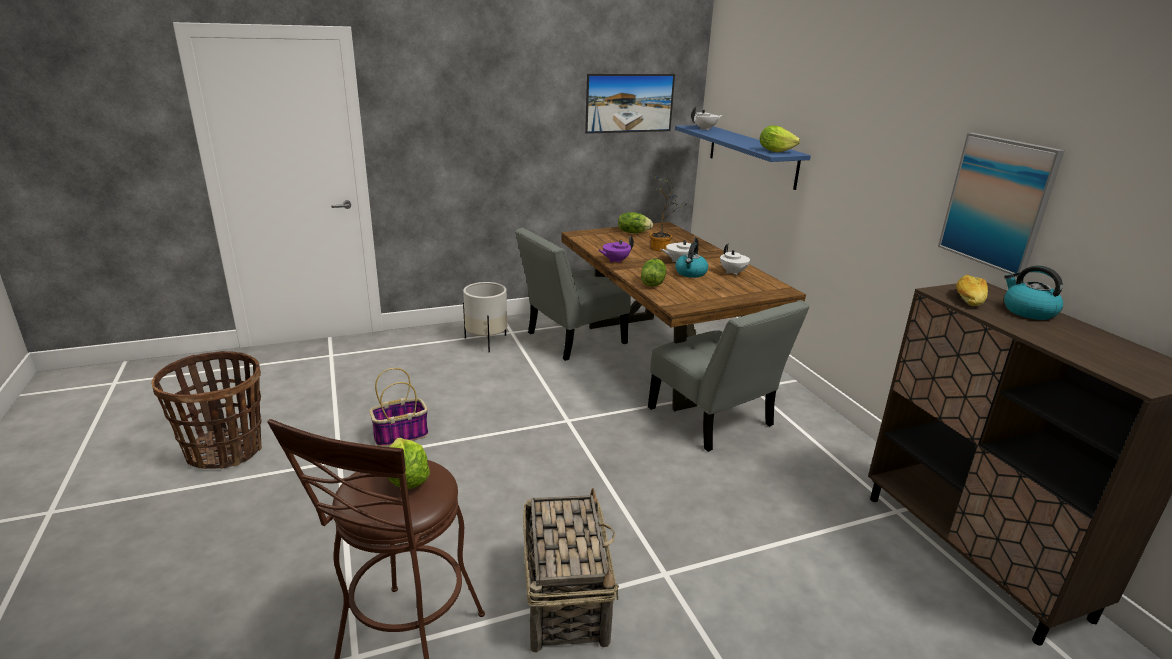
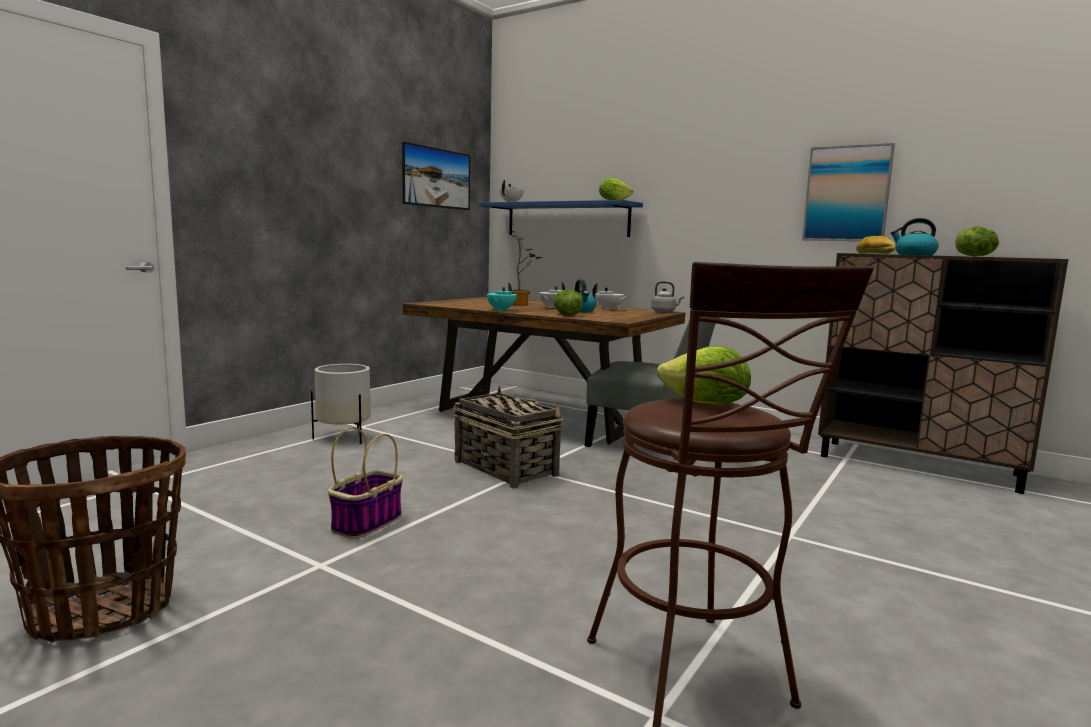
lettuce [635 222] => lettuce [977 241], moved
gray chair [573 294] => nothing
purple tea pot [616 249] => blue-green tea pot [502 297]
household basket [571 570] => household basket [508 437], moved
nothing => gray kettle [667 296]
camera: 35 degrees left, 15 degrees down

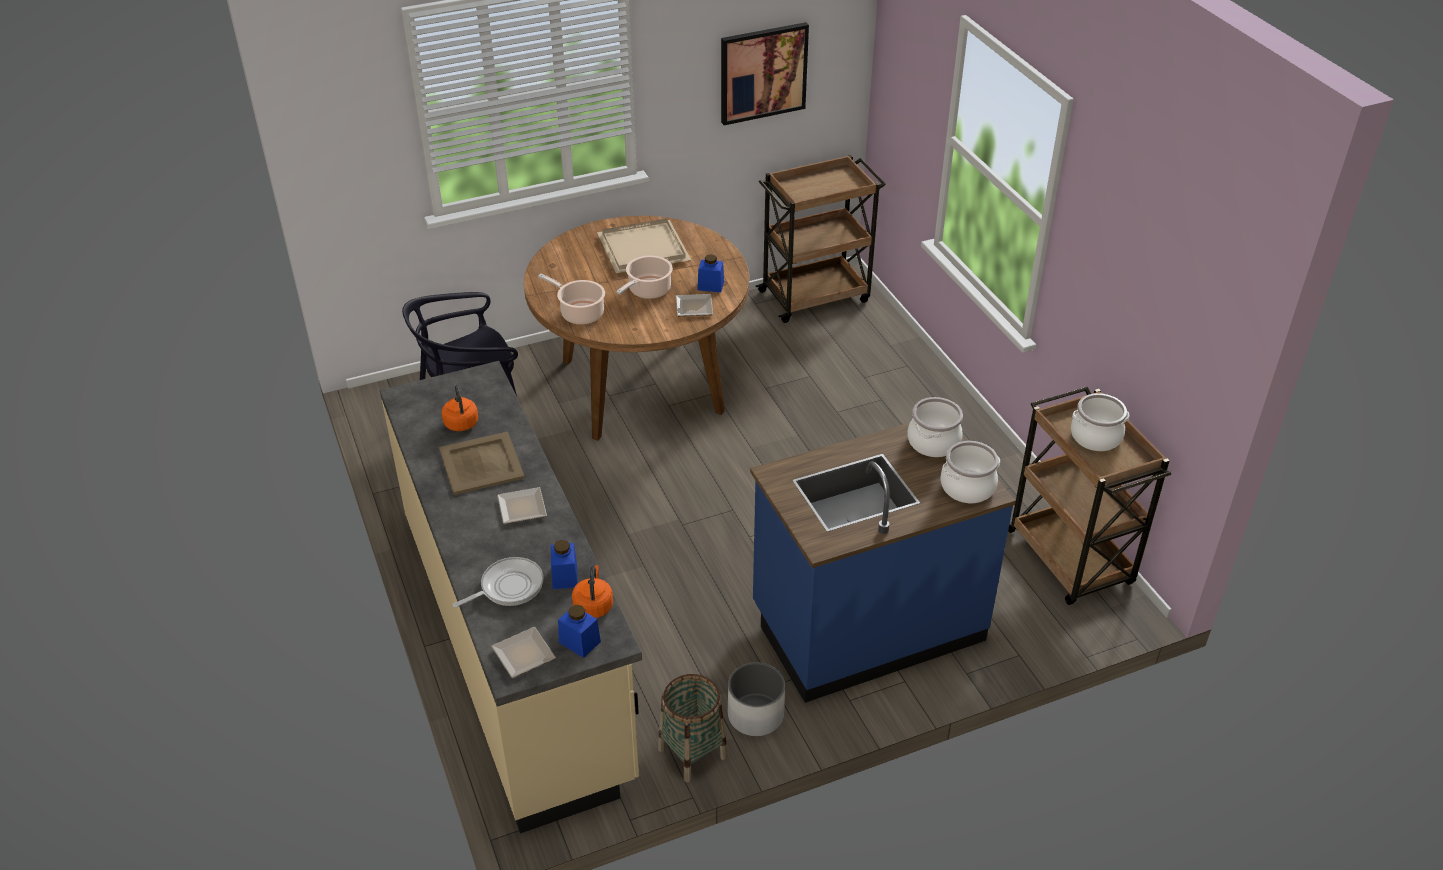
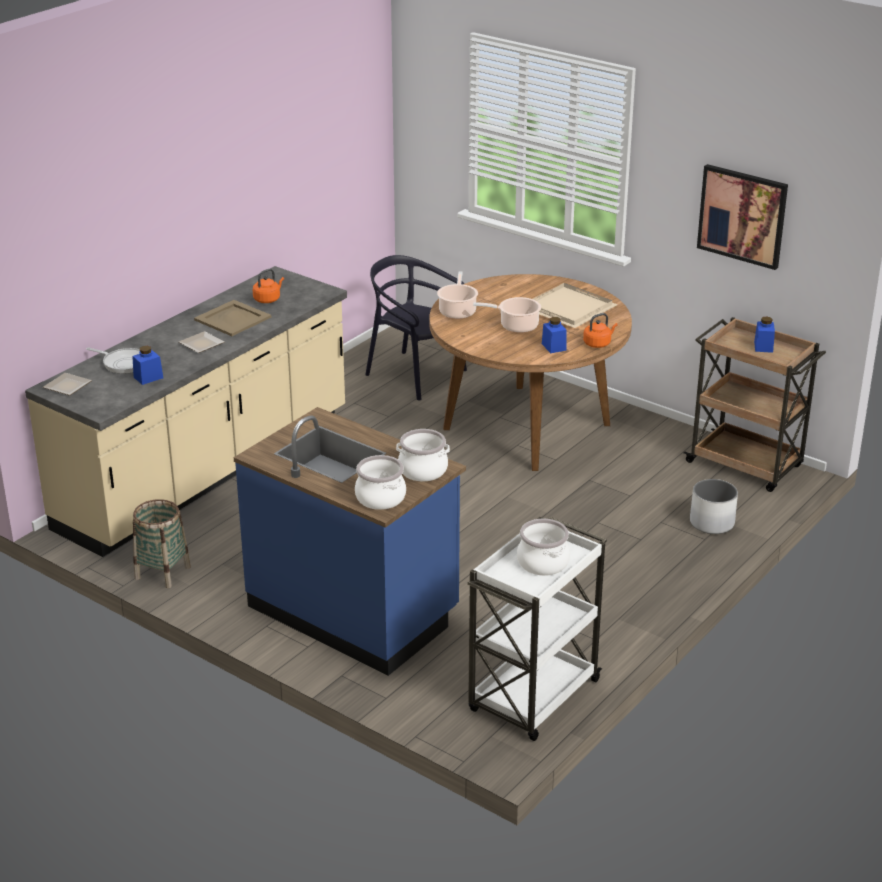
flat dish [694 305] => nothing
brownish cart [1089 496] => white-coloured cart [537 629]
orange-coloured kettle [592 591] => orange-coloured kettle [600 330], moved
bluish preserve jar [579 631] => bluish preserve jar [764 334], moved
white-coloured flower pot [756 699] => white-coloured flower pot [714 506], moved
camera: 60 degrees right, 10 degrees down

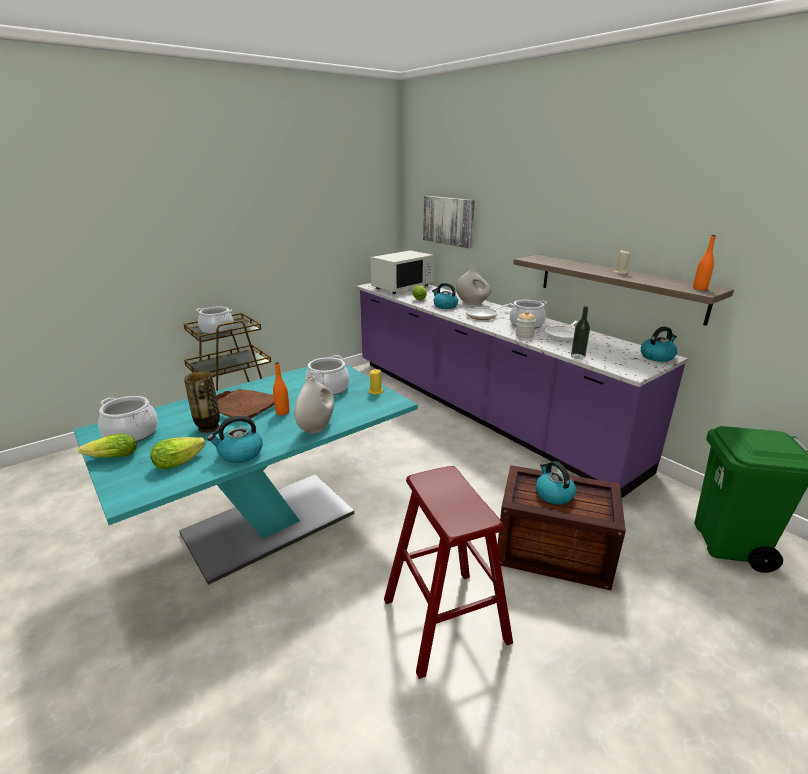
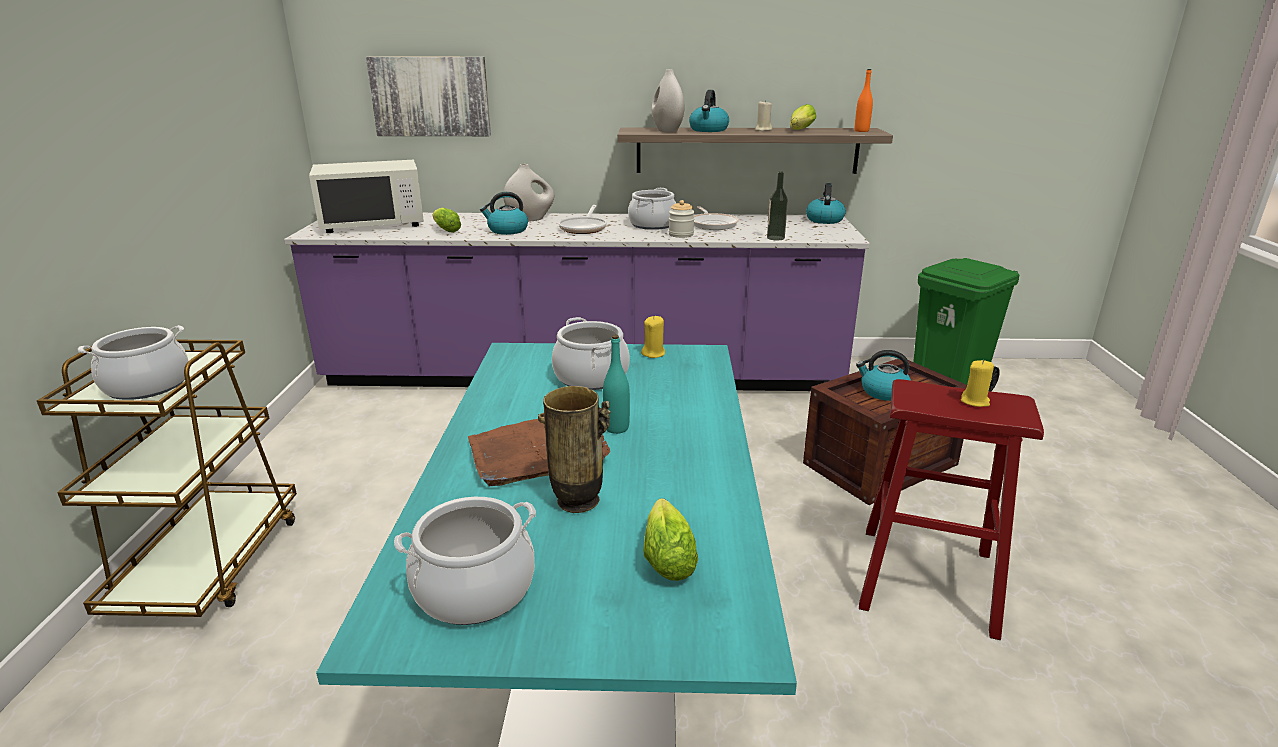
white-coloured kitchen microwave [402 272] => white-coloured kitchen microwave [366 196], 75 degrees clockwise
orange-coloured beverage bottle [281 388] => blue-green beverage bottle [616 384]
white-coloured decorative vase [314 405] => white-coloured decorative vase [668 100], moved
kettle [235 439] => kettle [709 111], moved
lettuce [107 445] => lettuce [803 117], moved
nothing => yellow-coloured candle [977 383]
camera: 50 degrees left, 0 degrees up

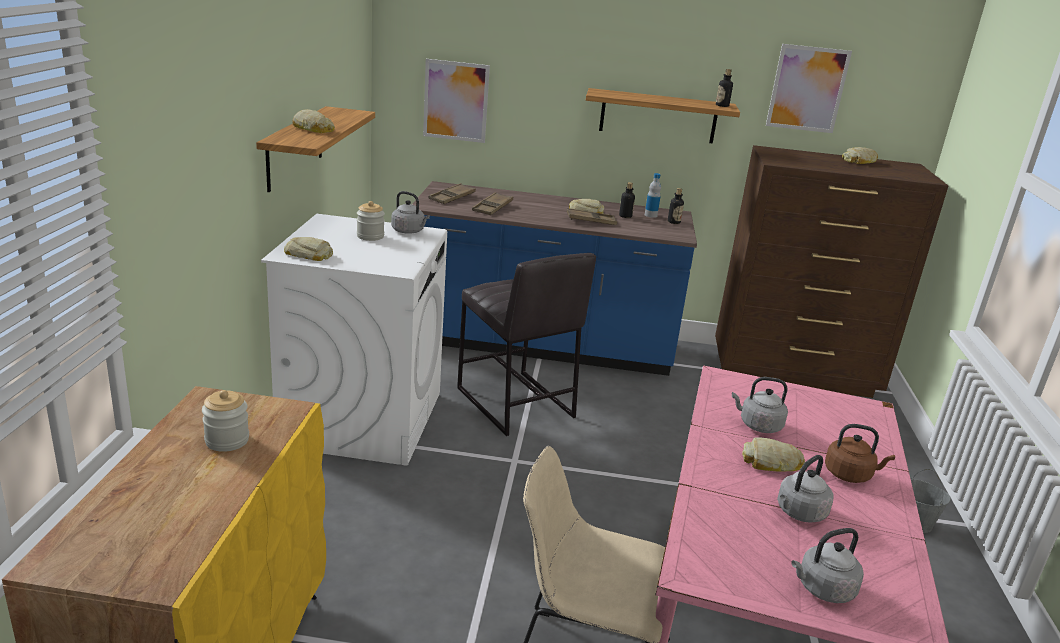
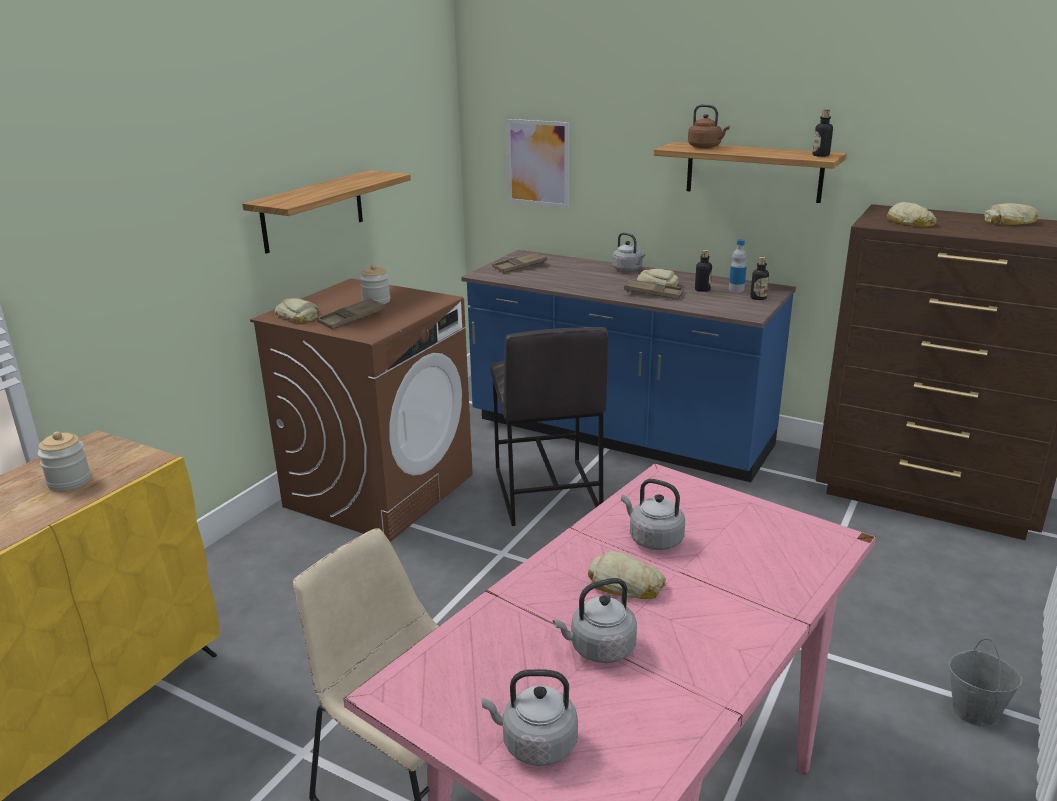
picture [809 88] => nothing
baked bread [313 121] => baked bread [912 214], moved
gray kettle [410 212] => gray kettle [628 252], moved
brownish serving tray [492 203] => brownish serving tray [351 313], moved
white-coloured laundry appliance [354 340] => brownish laundry appliance [361 410]
brownish kettle [860 453] => brownish kettle [709 126], moved
camera: 25 degrees right, 0 degrees up

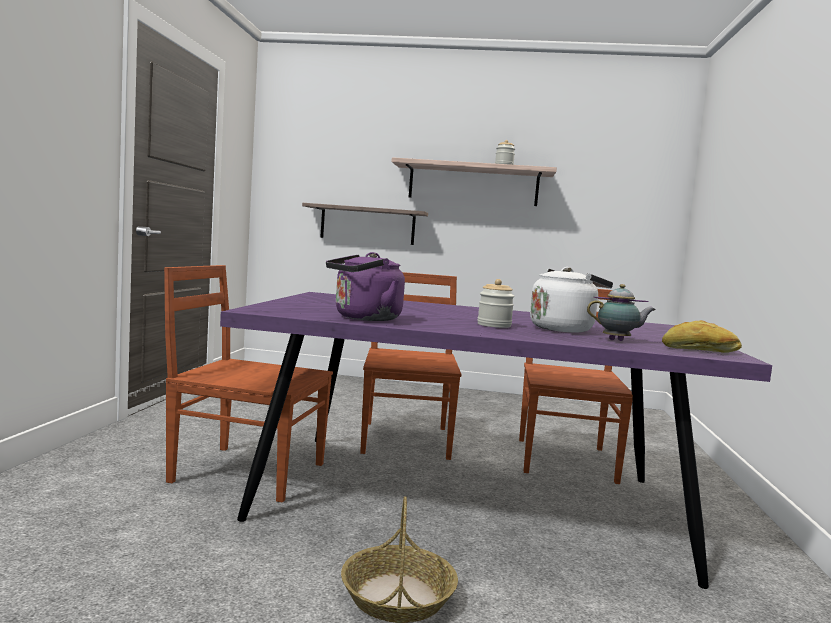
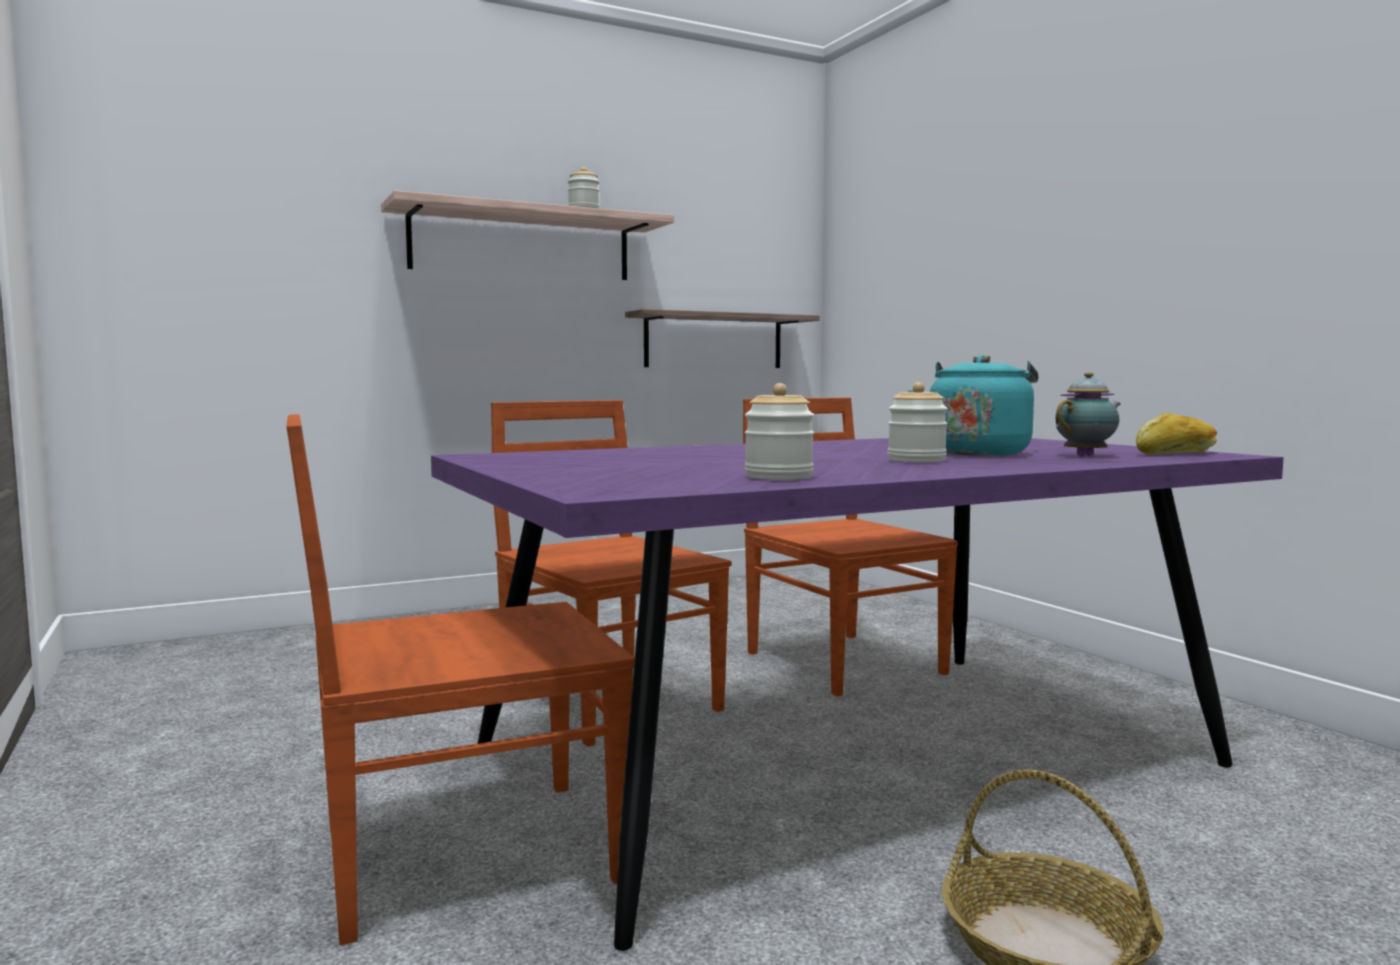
shelf [365 224] => shelf [722 338], moved
purple kettle [365 286] => preserve jar [779 431]
white-coloured kettle [571 300] => blue-green kettle [973 405]
camera: 35 degrees left, 0 degrees up

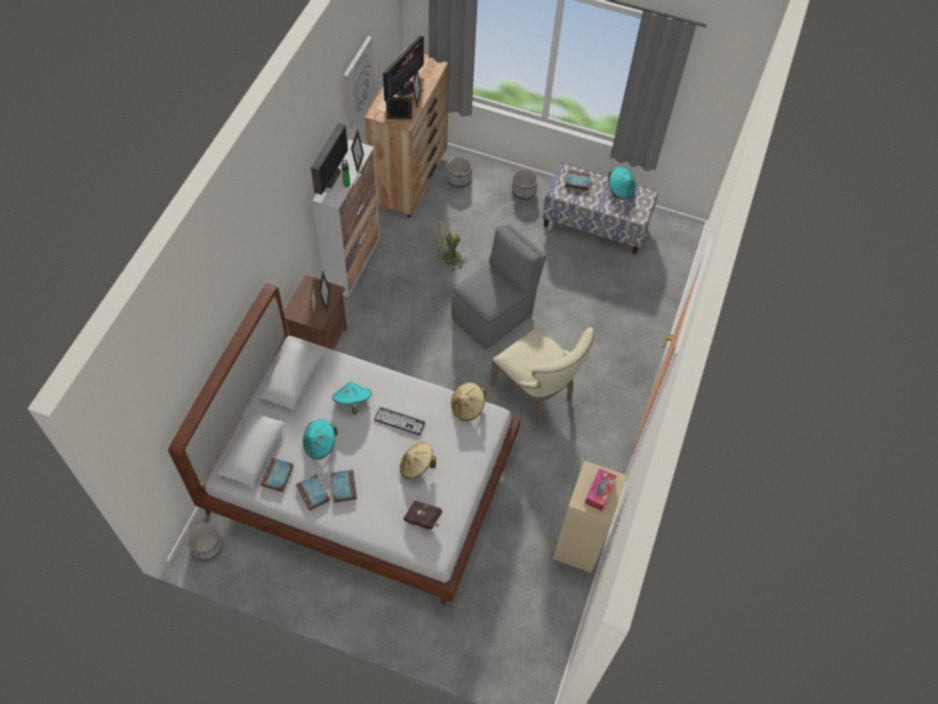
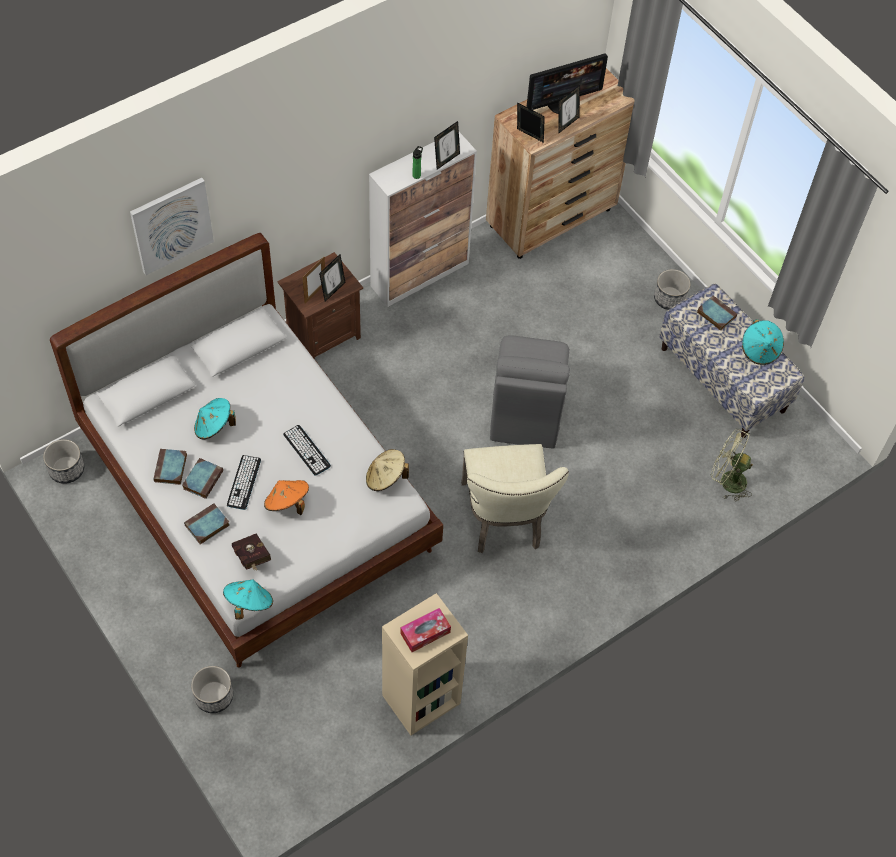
picture [359 82] => picture [172 226], moved
computer screen [329 159] => nothing
flower pot [459 172] => flower pot [212 689], moved
green cooling fan [450 244] => green cooling fan [732 465], moved
gray chair [499 286] => gray chair [530 392], 105 degrees clockwise
blue-green clothing hat [352 398] => blue-green clothing hat [248 599], moved
sand-coloured clothing hat [418 460] => orange-coloured clothing hat [286 497]
volume [277 475] => volume [207 524], moved
nothing => keyboard [244 482]
camera: 35 degrees right, 0 degrees up

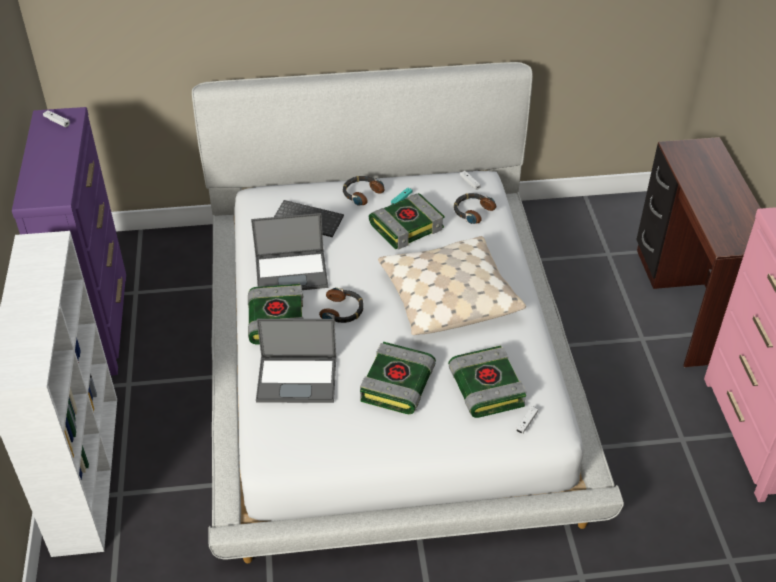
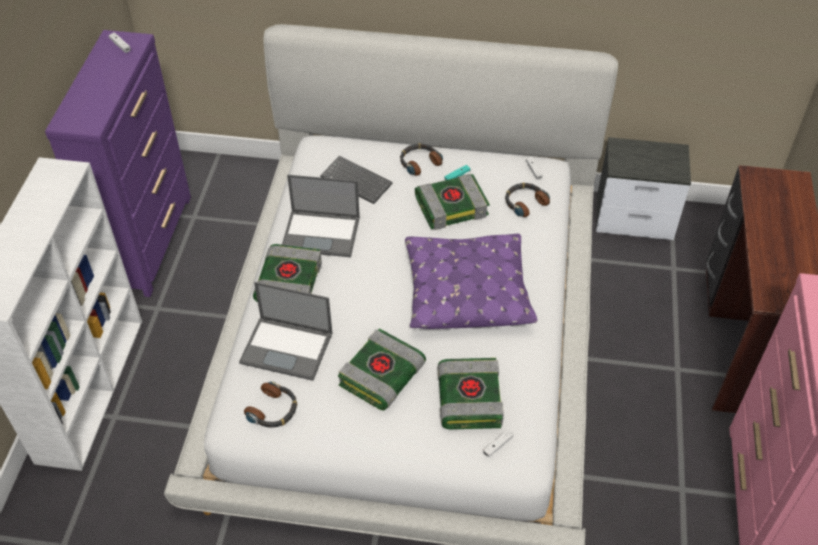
sand-coloured pillow [452 285] => purple pillow [471 281]
pair of headphones [341 305] => pair of headphones [270 404], moved
nothing => bedside table [643 188]
camera: 15 degrees right, 5 degrees up

